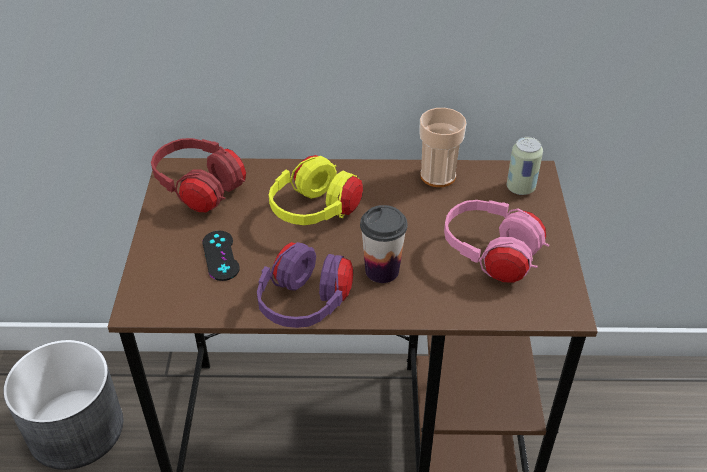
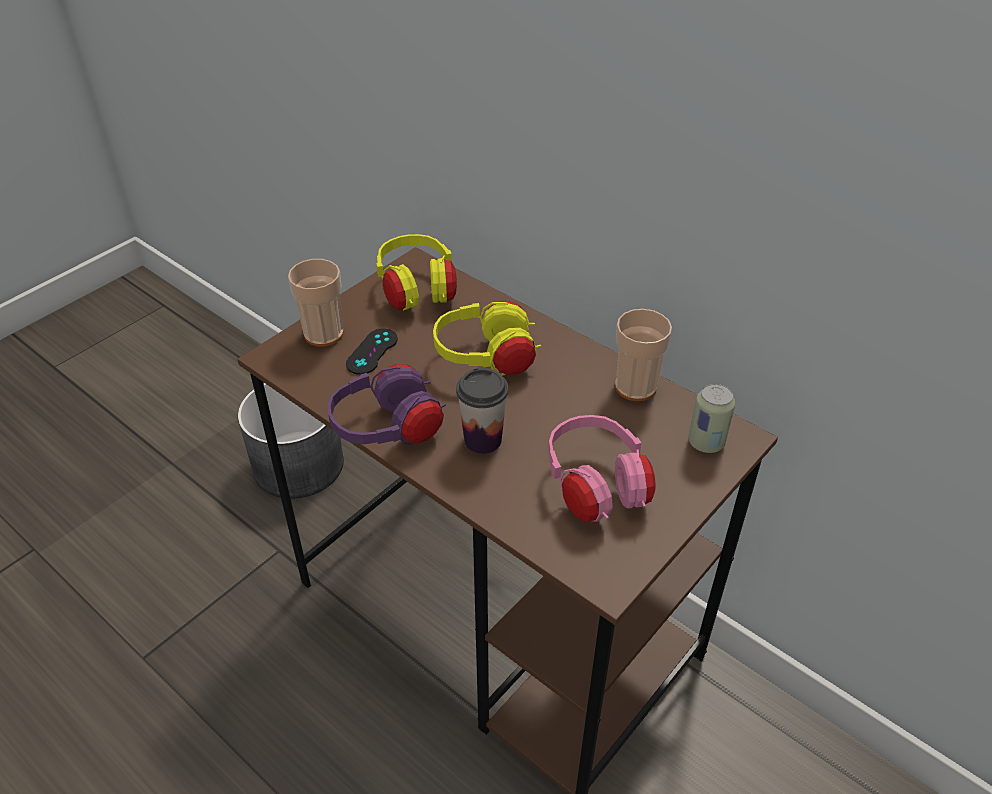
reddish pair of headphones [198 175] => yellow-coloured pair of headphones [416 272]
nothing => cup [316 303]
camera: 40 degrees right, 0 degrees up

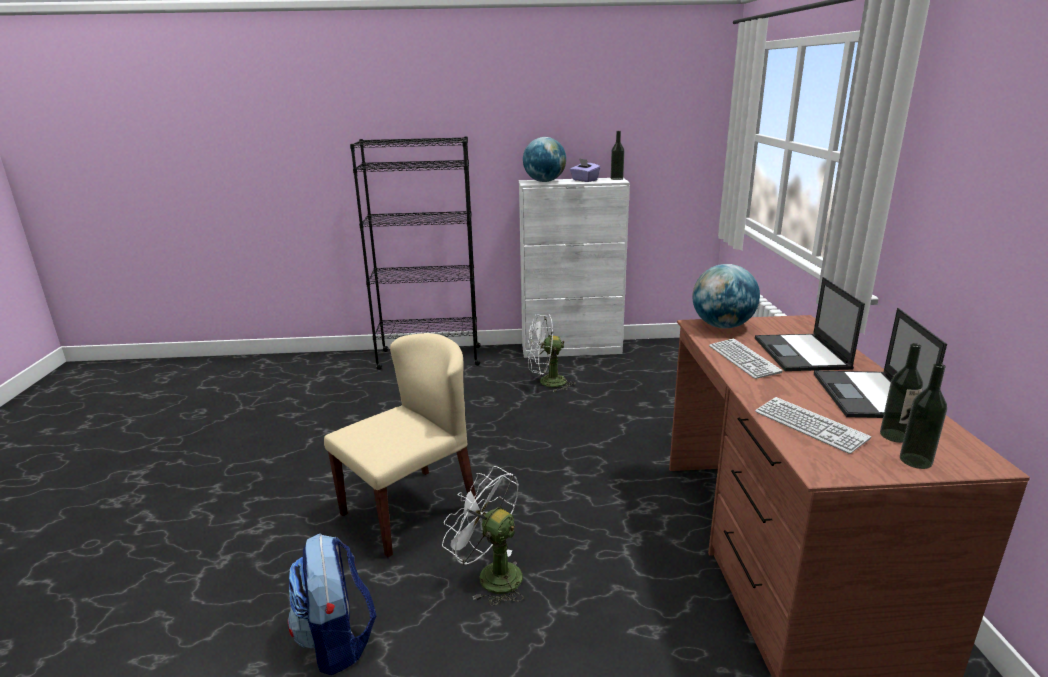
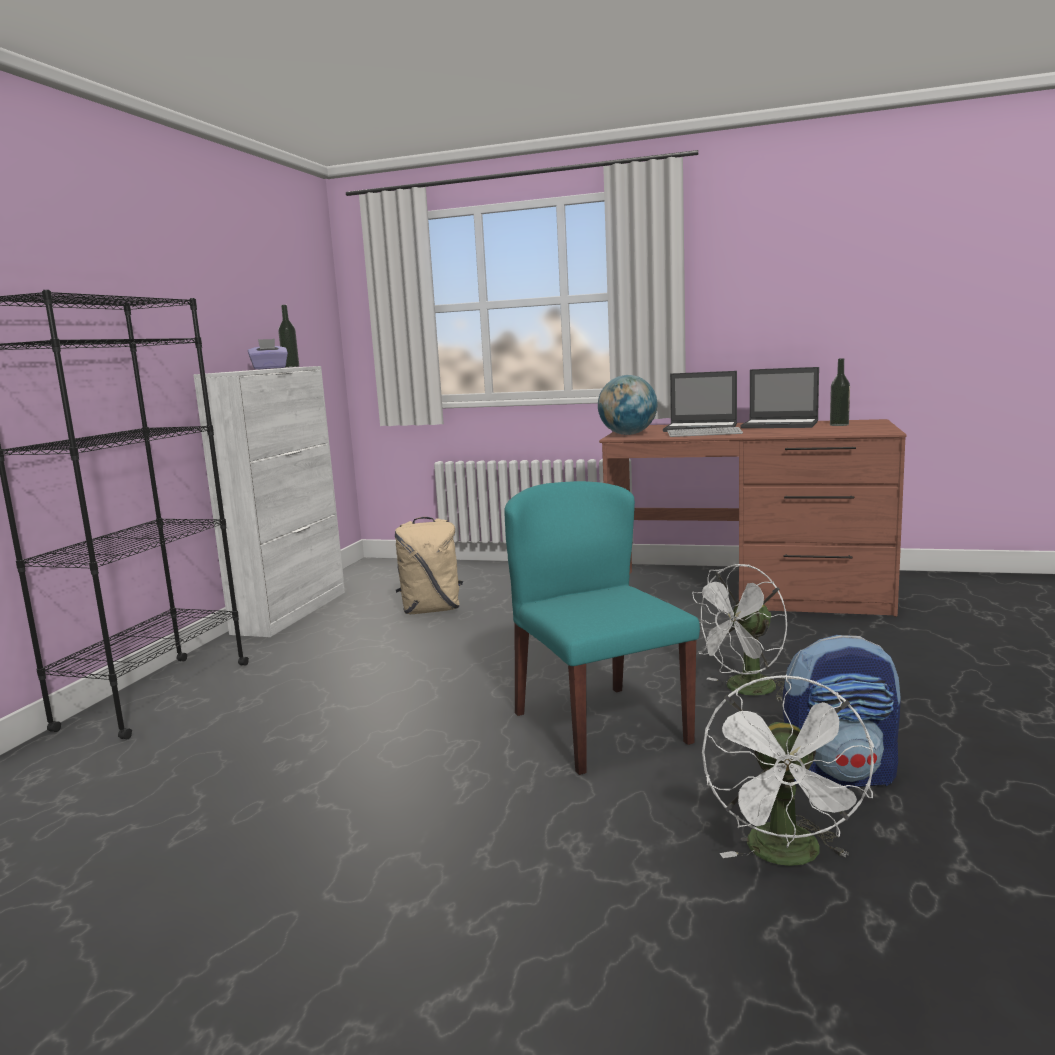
desk globe [544 159] => nothing
white-coloured cooling fan [551 353] => white-coloured cooling fan [788 770], moved
sand-coloured chair [400 445] => blue-green chair [602 628]
beverage bottle [923 416] => nothing
keyboard [813 425] => nothing
nothing => sand-coloured knapsack [429 565]
camera: 70 degrees left, 10 degrees down

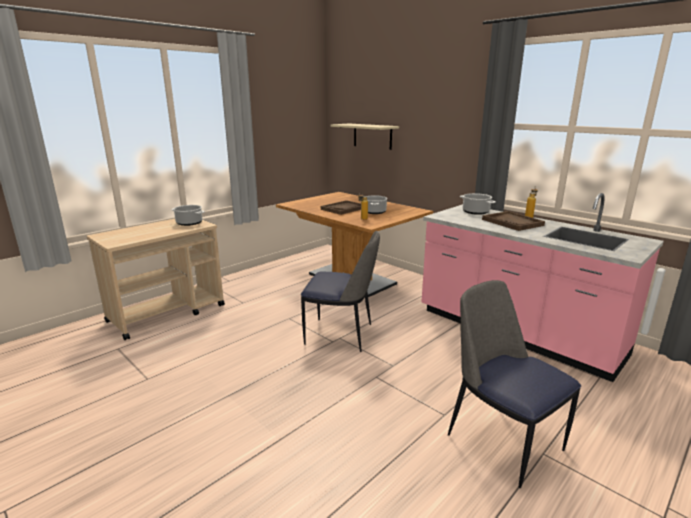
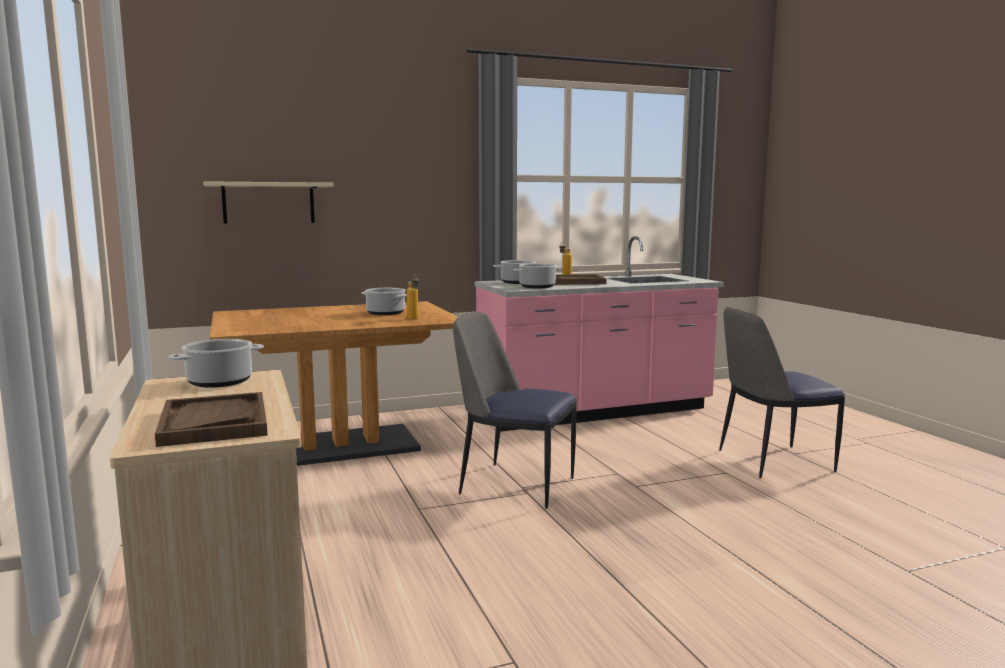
brownish serving tray [341 207] => brownish serving tray [211 419], moved
chair [340 291] => chair [515 410], 105 degrees counterclockwise
nothing => stockpot [537 275]
camera: 65 degrees left, 10 degrees down

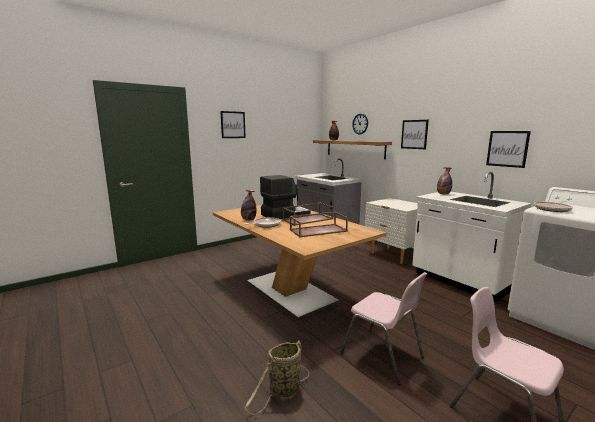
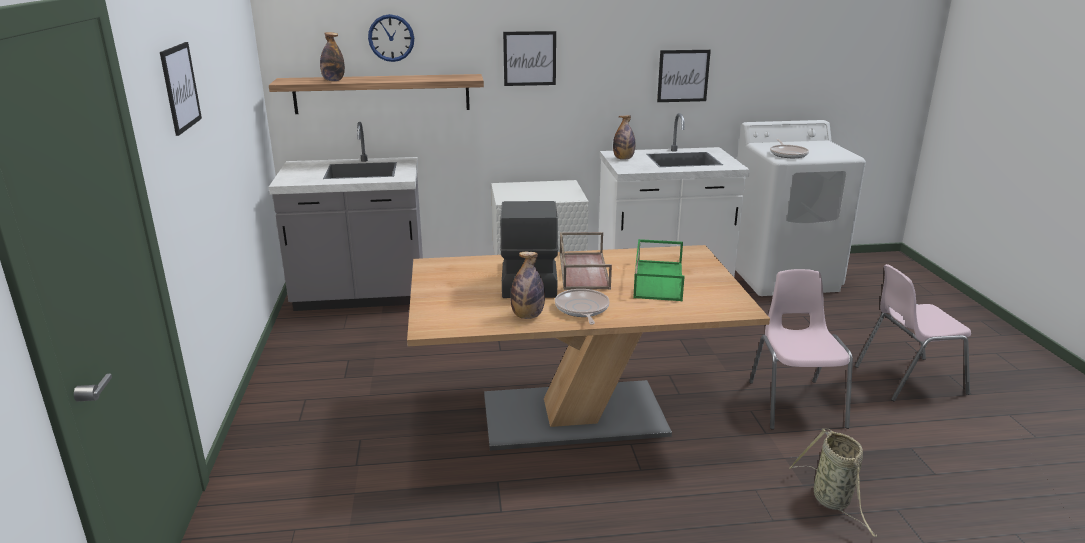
brownish serving tray [319 225] => green serving tray [659 270]
pinkish chair [383 328] => pinkish chair [801 349], 75 degrees counterclockwise
camera: 60 degrees left, 10 degrees up

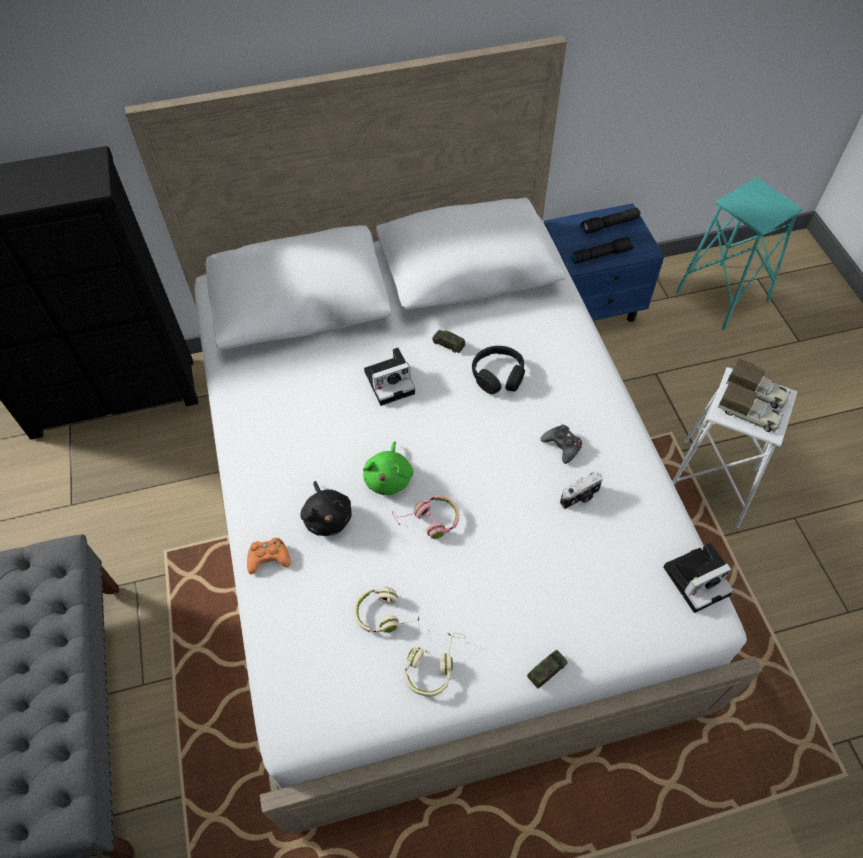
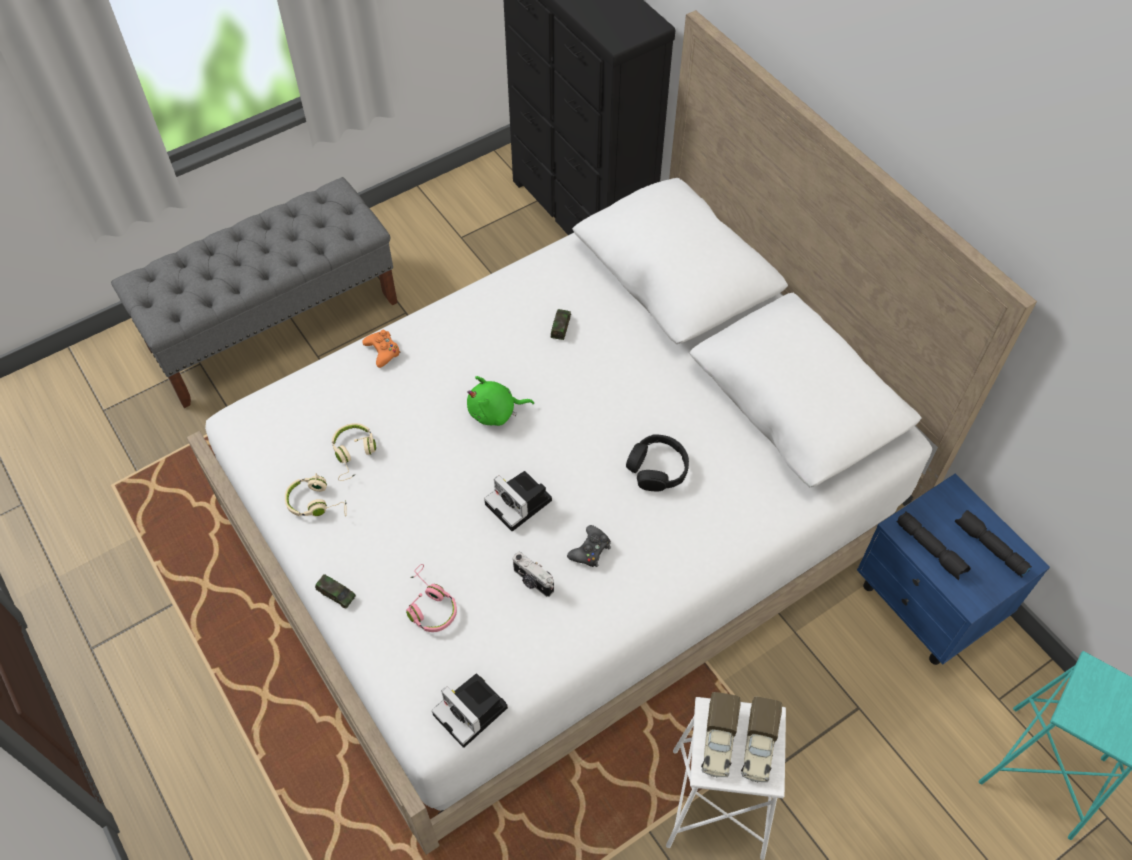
model car [448 341] => model car [561 324], moved
still camera [389 377] => still camera [518 501], moved
black-coloured plush toy [326 508] => nothing
pinkish pair of headphones [425 517] => pinkish pair of headphones [431 598], moved
camera: 70 degrees right, 0 degrees up

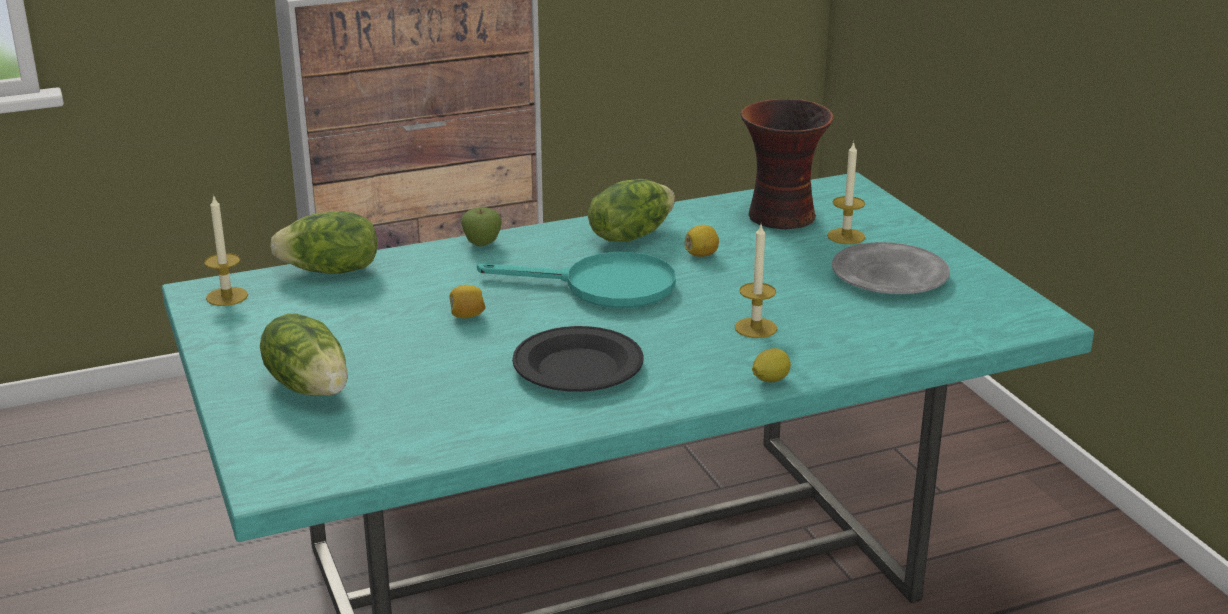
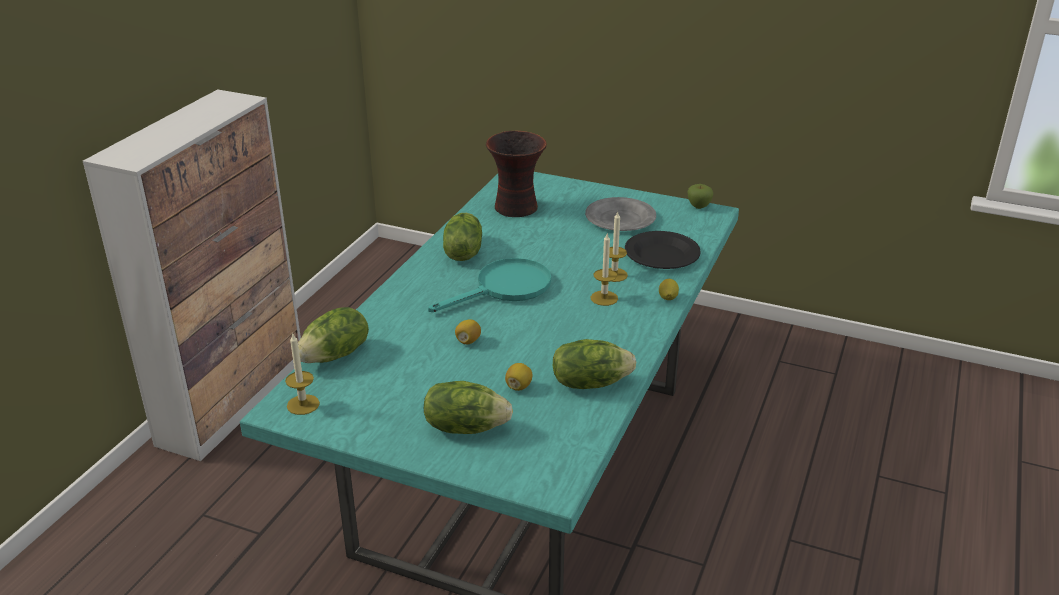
candle [846 192] => candle [604 269], moved
whole apple [481 226] => whole apple [700 196], moved
citrus fruit [702 241] => citrus fruit [519 377], moved
black-coloured flat dish [578 359] => black-coloured flat dish [663 250], moved
nothing => lettuce [594 364]
camera: 45 degrees left, 5 degrees up

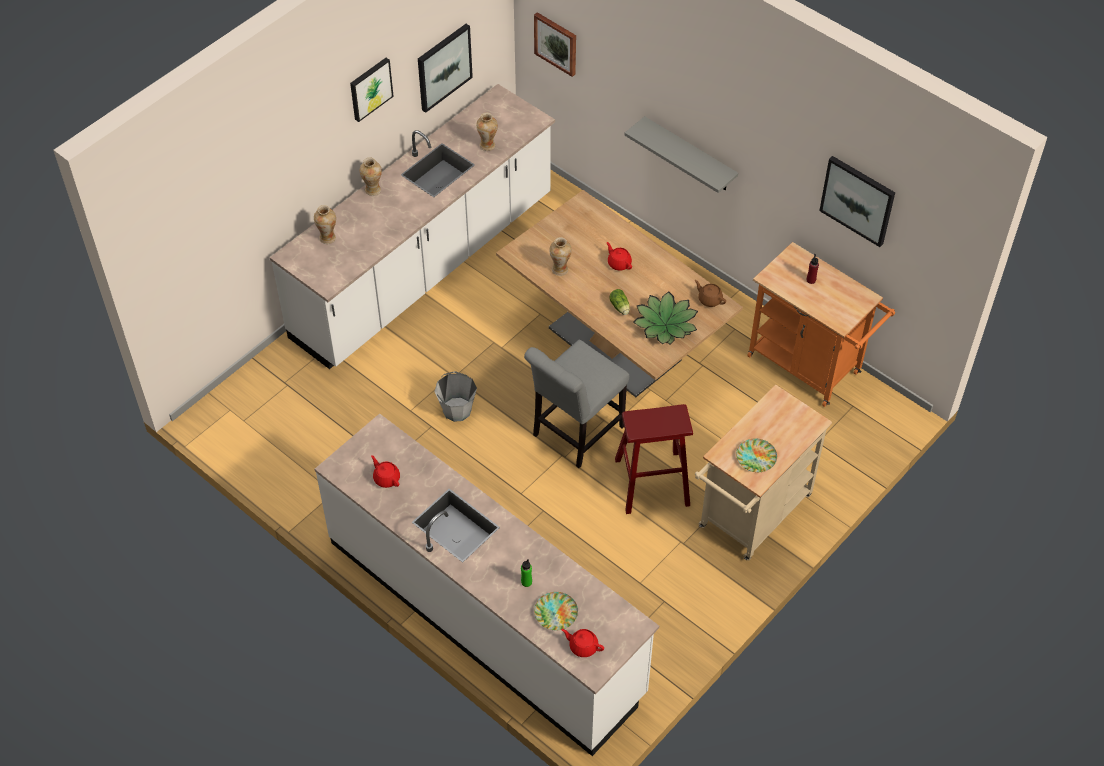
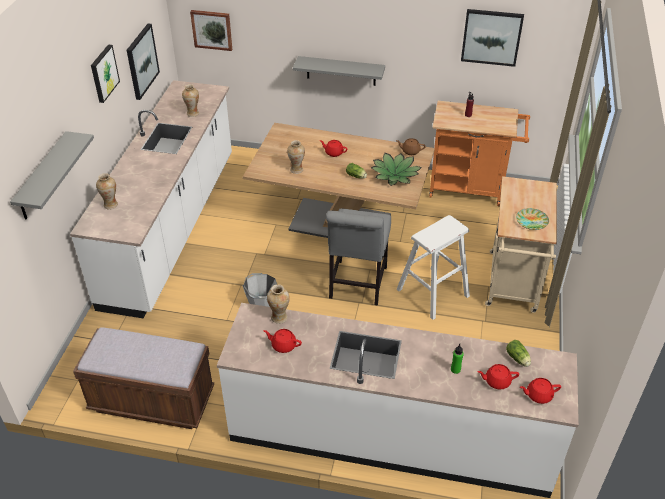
decorative vase [371 176] => decorative vase [278 304], moved
reddish stool [654 459] => white-coloured stool [433 267]
flat dish [556 611] => reddish tea pot [498 377]
nothing => gray shelf [52 175]
nothing => brownish indoor bench [143 378]
nothing => lettuce [518 353]
camera: 30 degrees left, 10 degrees down

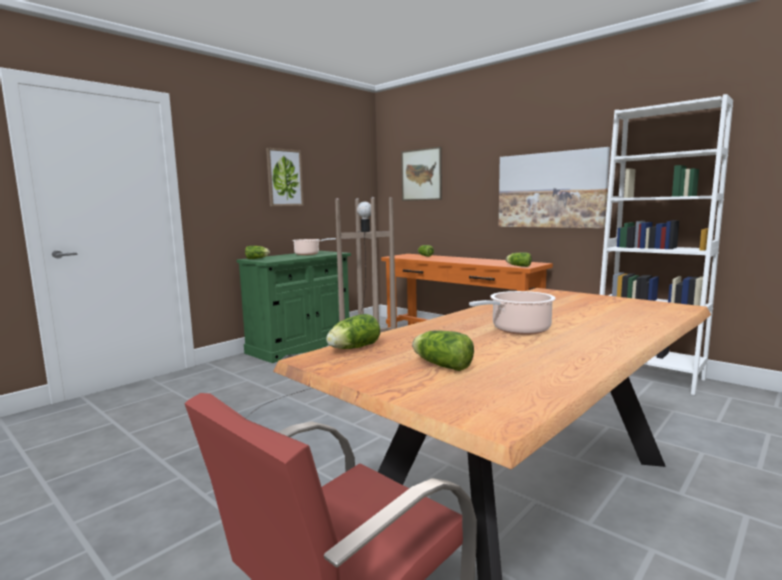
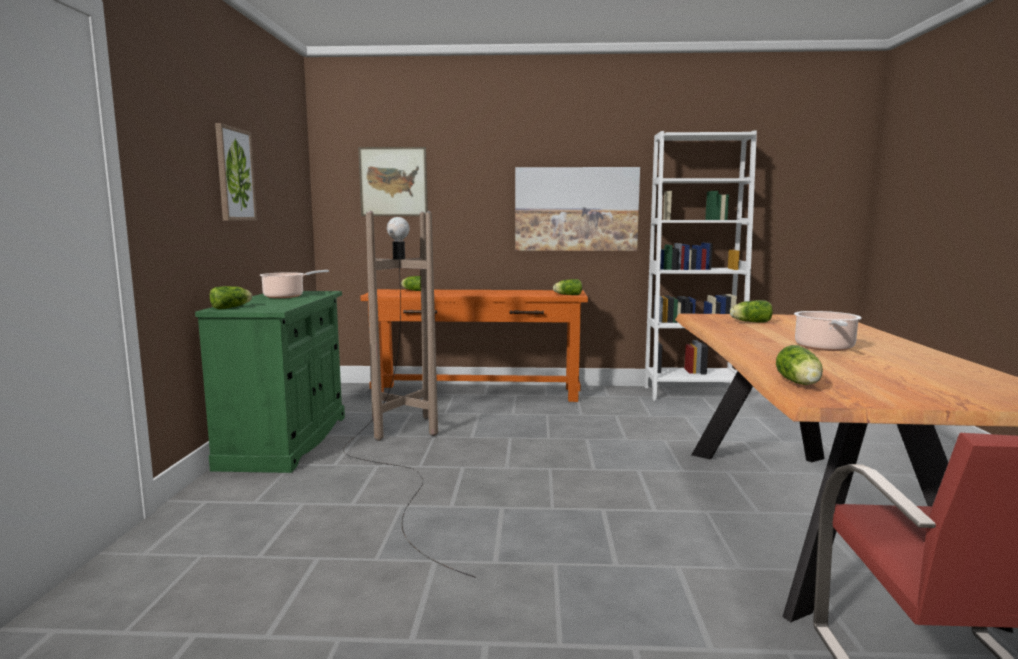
lettuce [443 350] => lettuce [751 311], moved
camera: 40 degrees left, 0 degrees up

